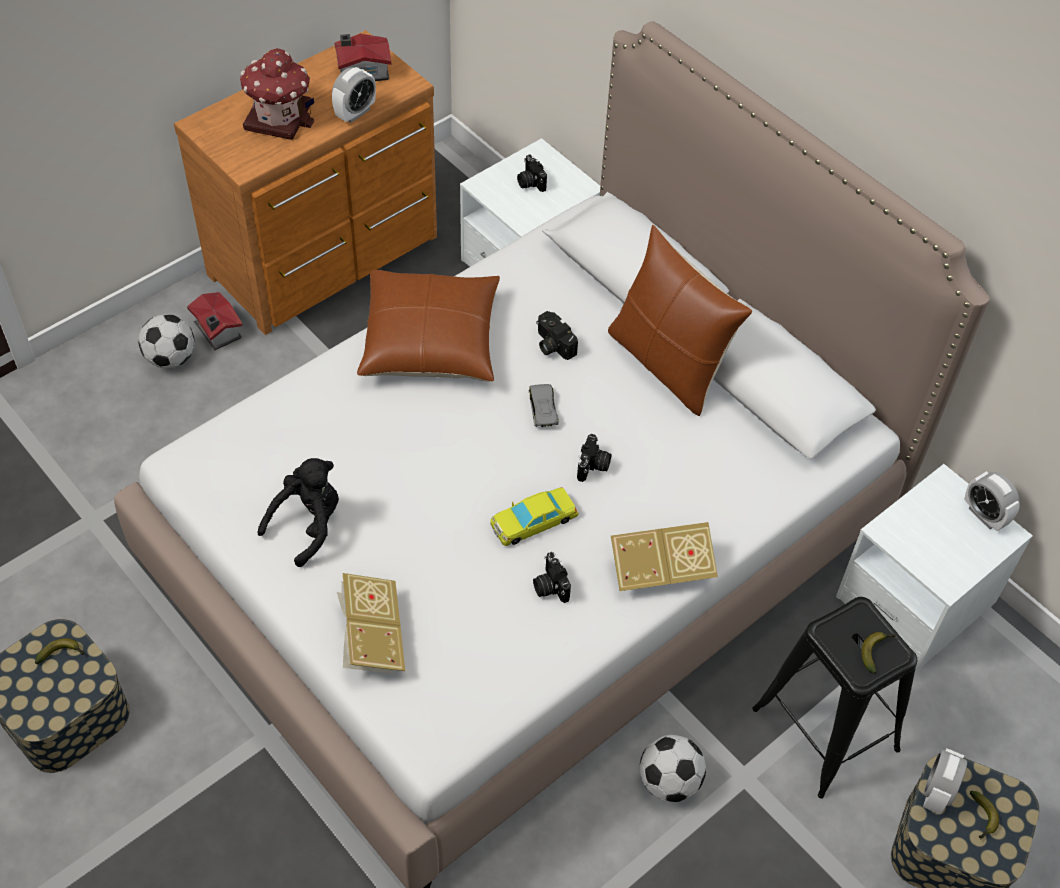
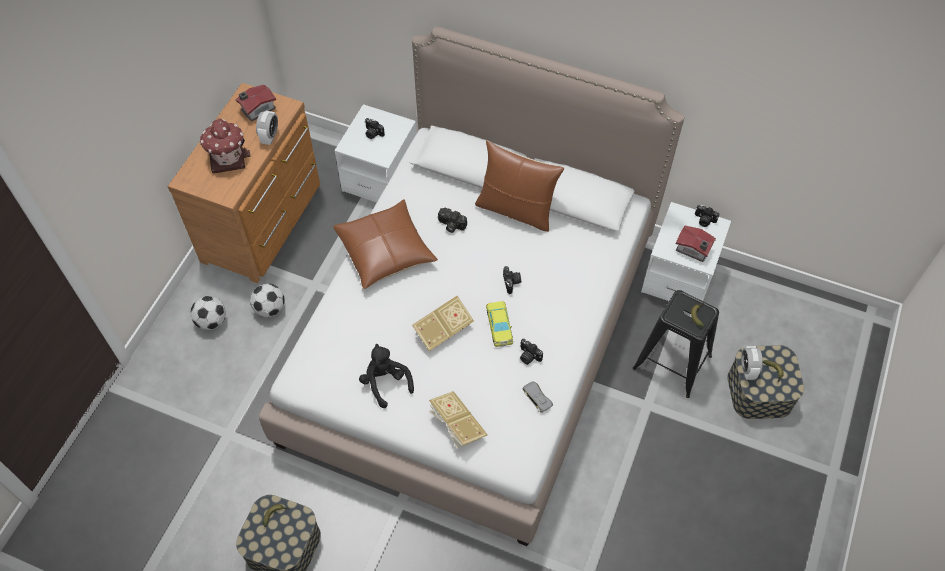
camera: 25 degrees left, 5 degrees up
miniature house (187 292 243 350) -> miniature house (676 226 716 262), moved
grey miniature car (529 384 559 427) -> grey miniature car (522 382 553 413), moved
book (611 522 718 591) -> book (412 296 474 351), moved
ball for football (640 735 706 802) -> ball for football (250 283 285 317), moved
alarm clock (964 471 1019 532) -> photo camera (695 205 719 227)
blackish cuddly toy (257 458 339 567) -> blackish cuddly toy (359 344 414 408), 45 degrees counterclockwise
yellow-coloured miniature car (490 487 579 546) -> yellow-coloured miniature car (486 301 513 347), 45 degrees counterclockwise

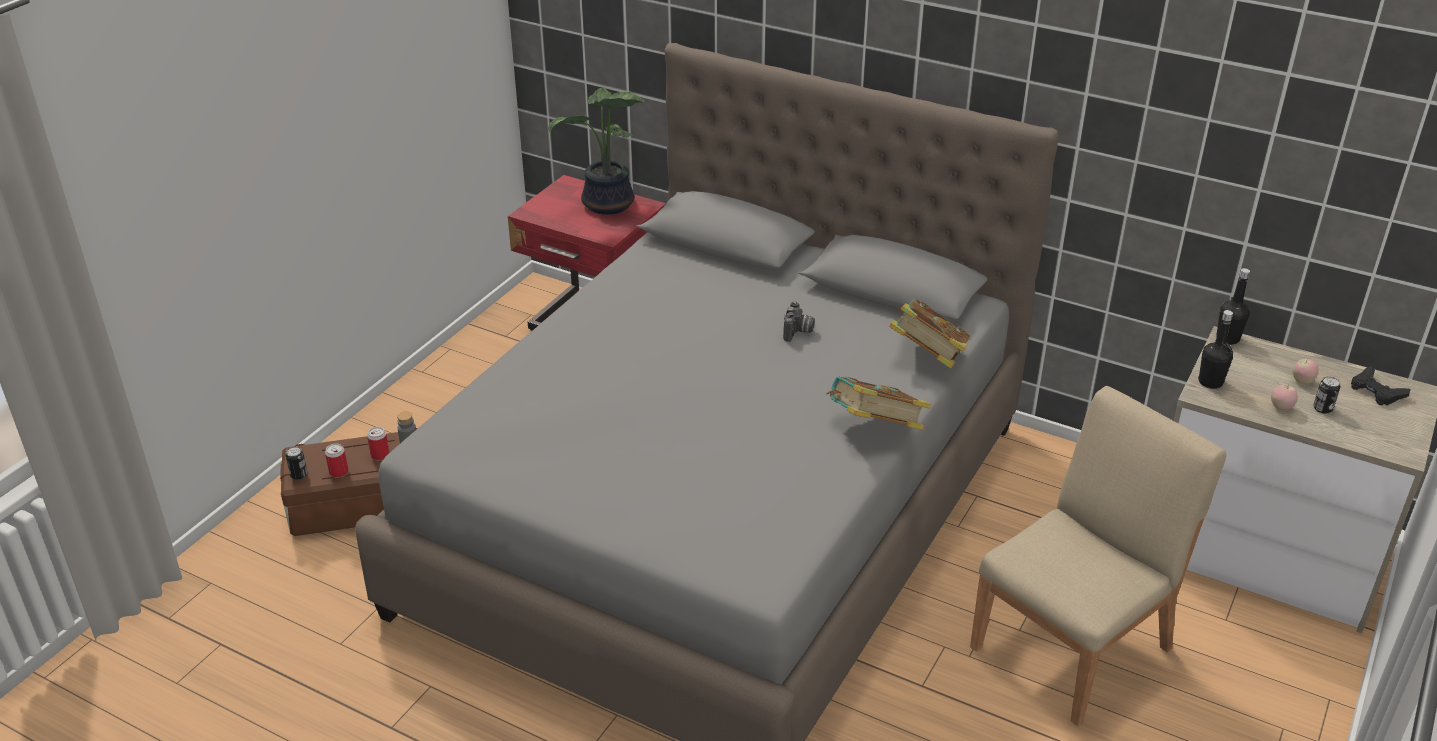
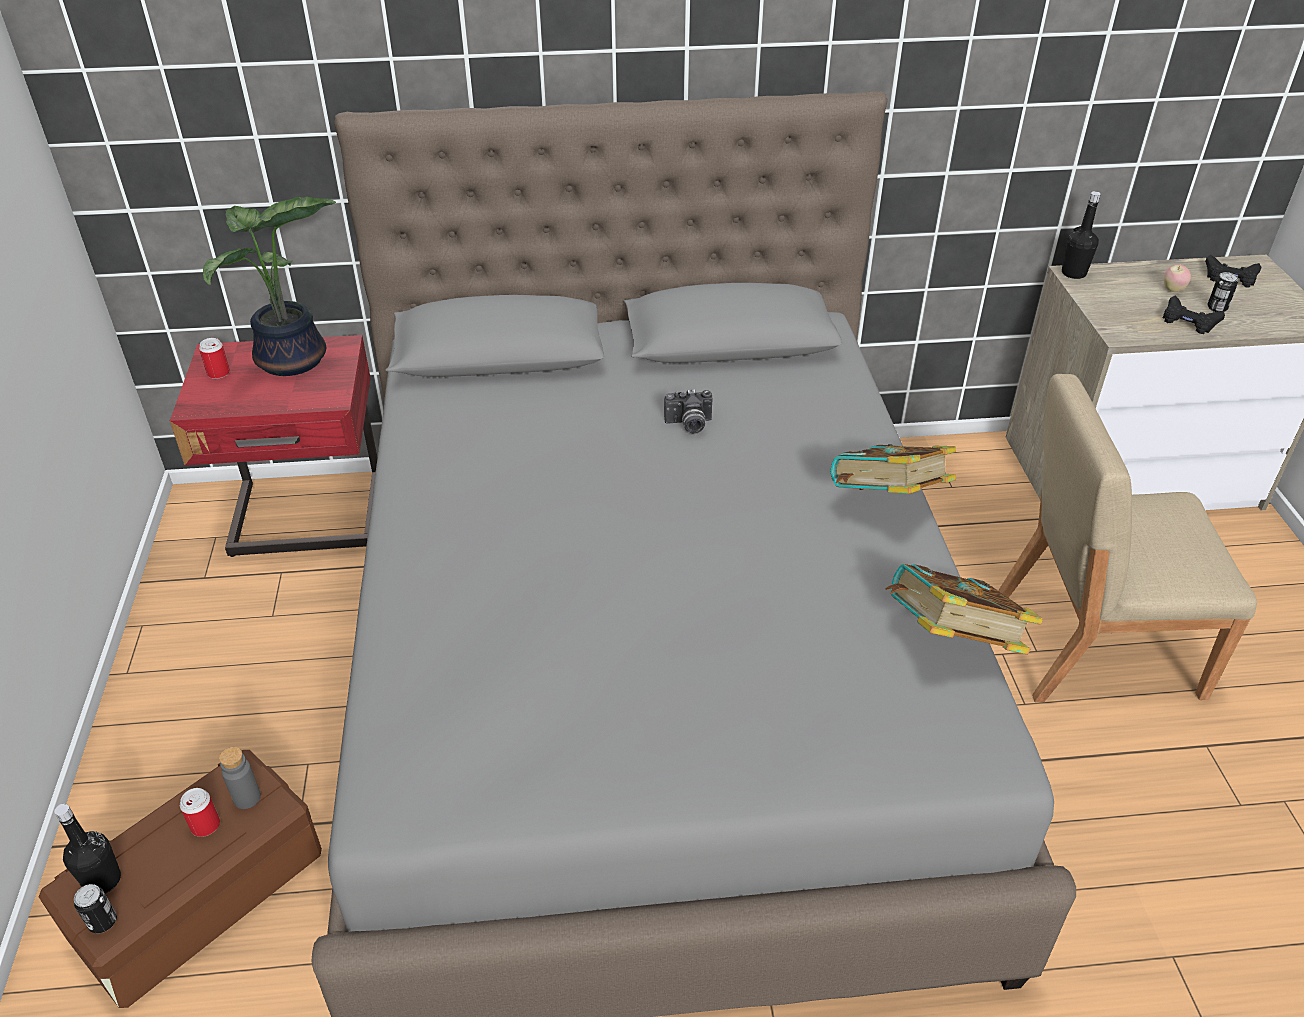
camera: 35 degrees left, 5 degrees up
can (325 444 348 478) -> can (199 338 230 379), moved
book (889 298 970 369) -> book (885 564 1043 655), moved
blackish drink bottle (1198 310 1233 389) -> blackish drink bottle (54 804 121 894), moved
whole apple (1271 385 1298 410) -> blackish joypad (1163 296 1225 334)
photo camera (783 301 815 342) -> photo camera (664 389 713 434), 105 degrees clockwise
beige-coloured plain chair (970 386 1226 726) -> beige-coloured plain chair (998 374 1257 702), 105 degrees counterclockwise

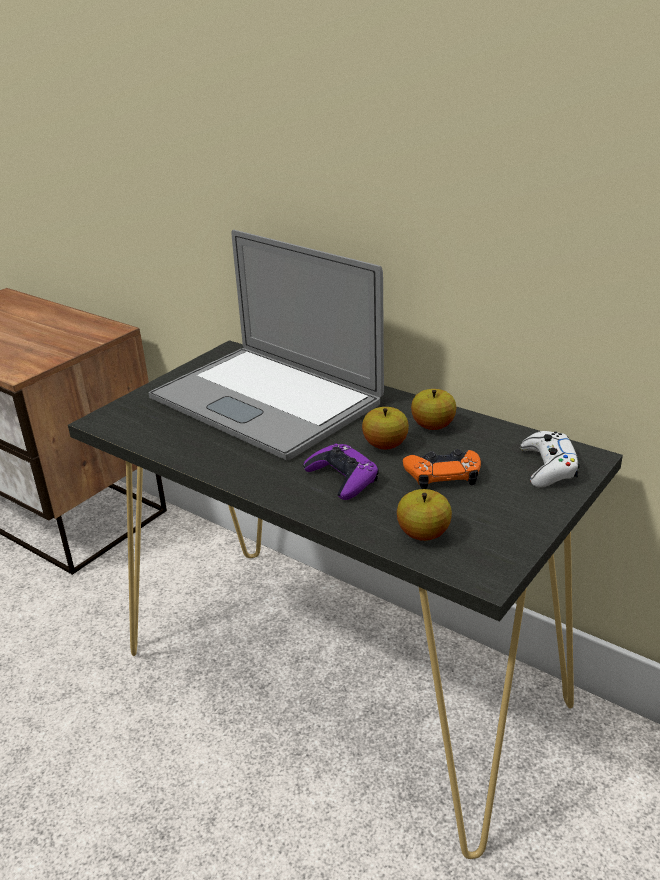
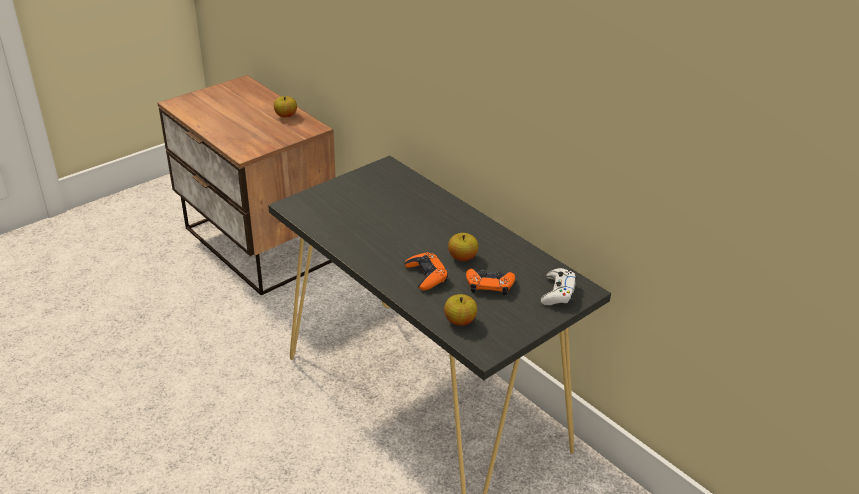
camera: 10 degrees right, 5 degrees up
laptop (149 230 384 461) -> none
whole apple (411 389 456 430) -> whole apple (274 96 297 118), moved
purple-coloured joypad (303 443 379 500) -> orangey joypad (404 252 448 291)

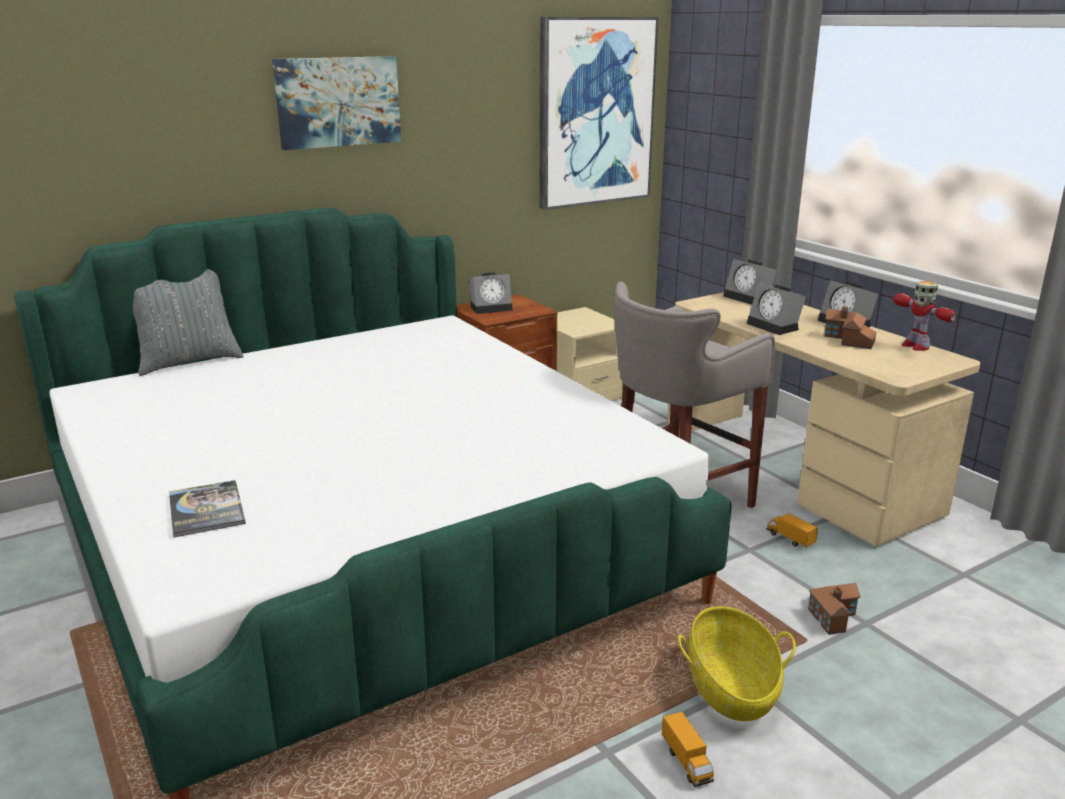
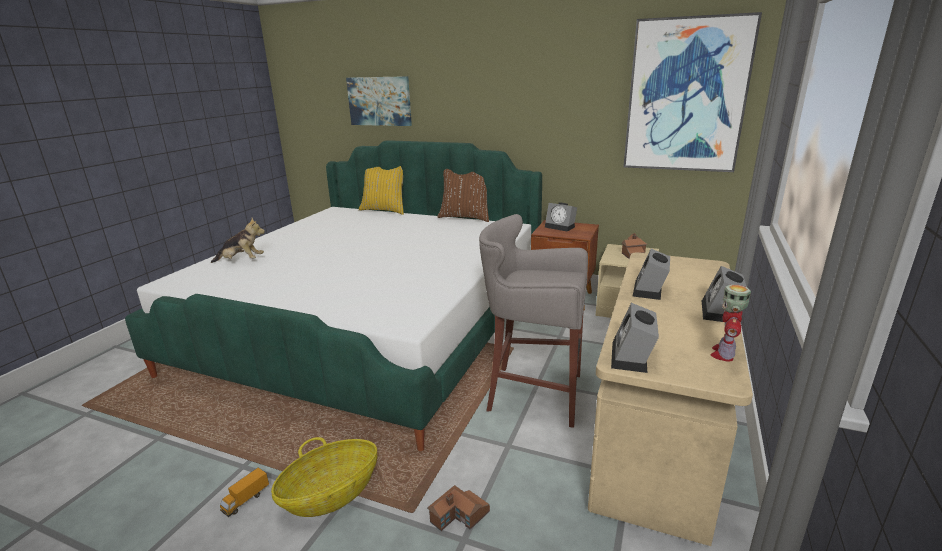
camera: 55 degrees right, 0 degrees up
toy lorry (767 513 818 547) -> none
none -> brown cushion (437 169 489 222)
wall picture (272 56 401 150) -> wall picture (346 76 412 126), moved
alarm clock (723 259 777 305) -> alarm clock (611 303 659 373), moved
miniature house (824 306 876 349) -> miniature house (622 233 647 259), moved
book (169 480 246 538) -> cuddly toy (211 218 265 263)
grey cushion (133 269 244 376) -> yellow-coloured cushion (359 166 404 215)

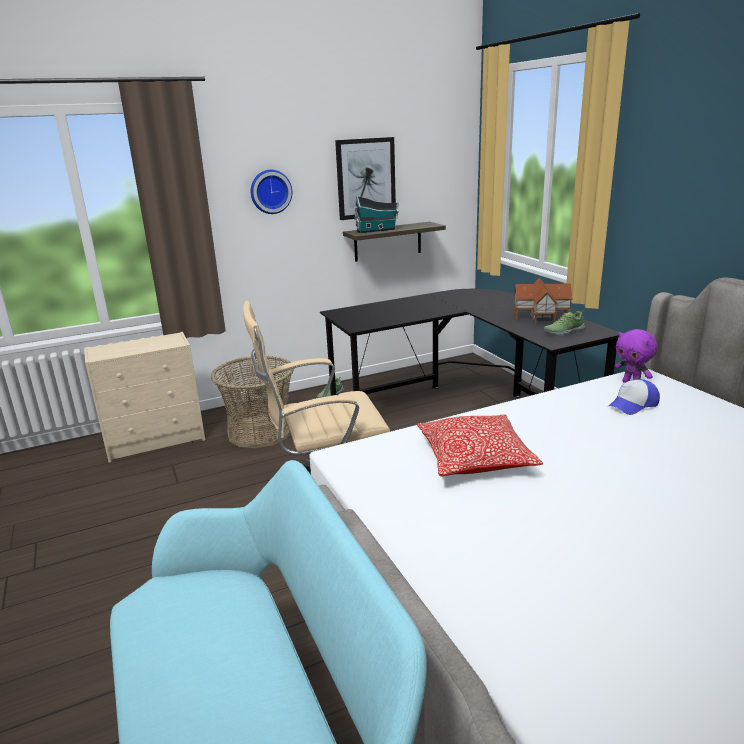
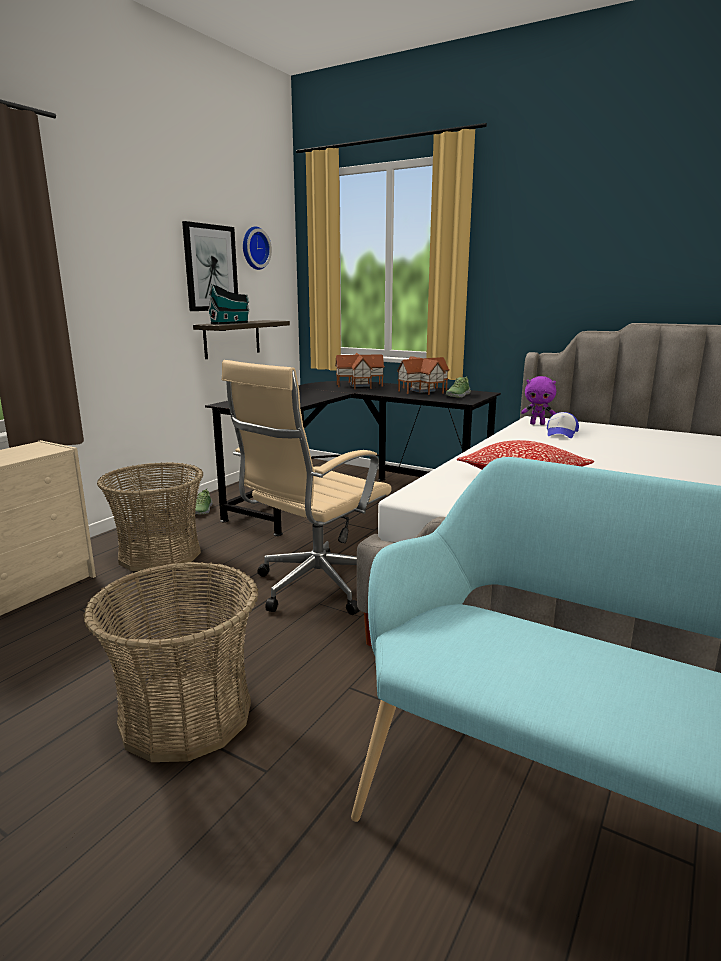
camera: 35 degrees left, 5 degrees down
none -> storage basket (84 561 258 762)
none -> miniature house (335 353 385 389)
wall clock (251 170 292 214) -> wall clock (243 226 272 270), moved

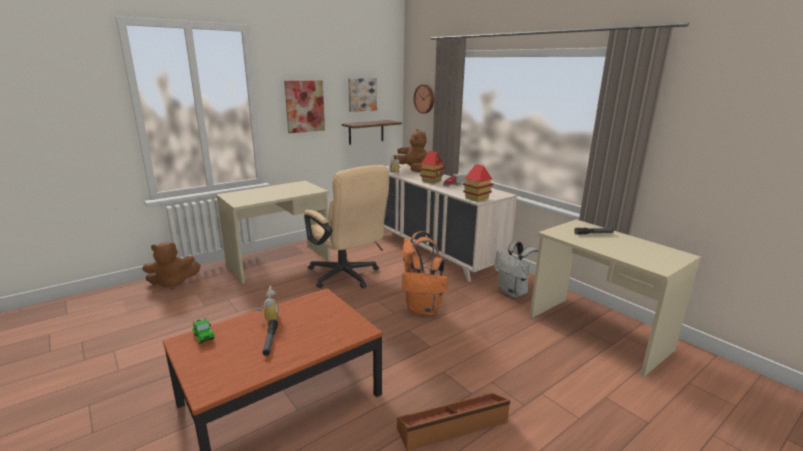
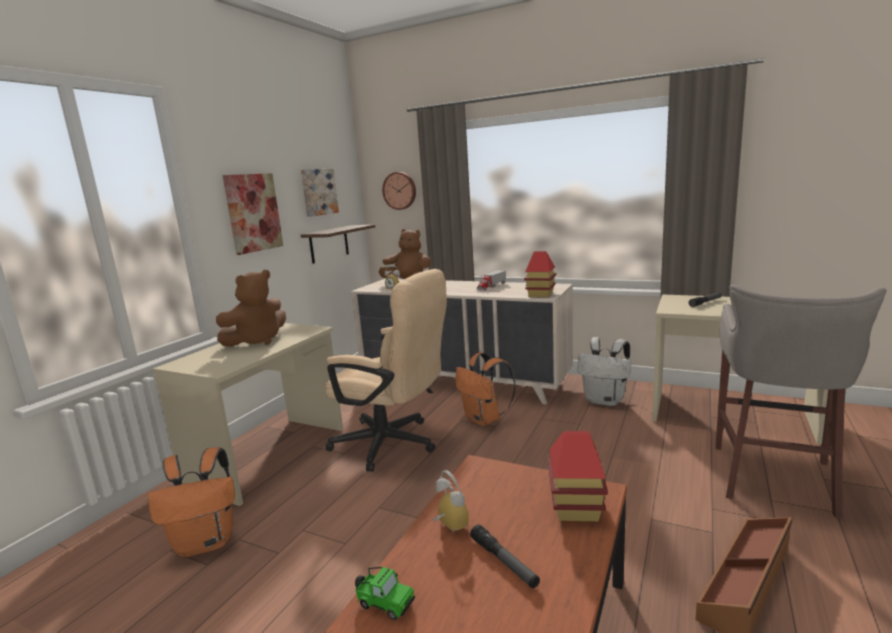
camera: 25 degrees left, 5 degrees down
none -> grey stool (715 285 887 518)
brown cuddly toy (143 242 201 290) -> brown cuddly toy (216 270 286 347), moved
orangey rucksack (402 256 448 315) -> orangey rucksack (147 447 235 557), moved
miniature house (419 151 445 183) -> miniature house (548 431 608 522), moved

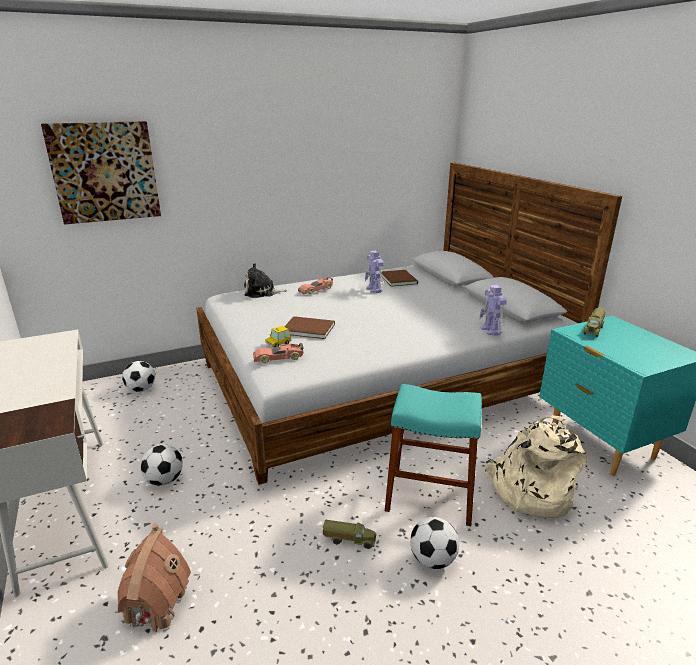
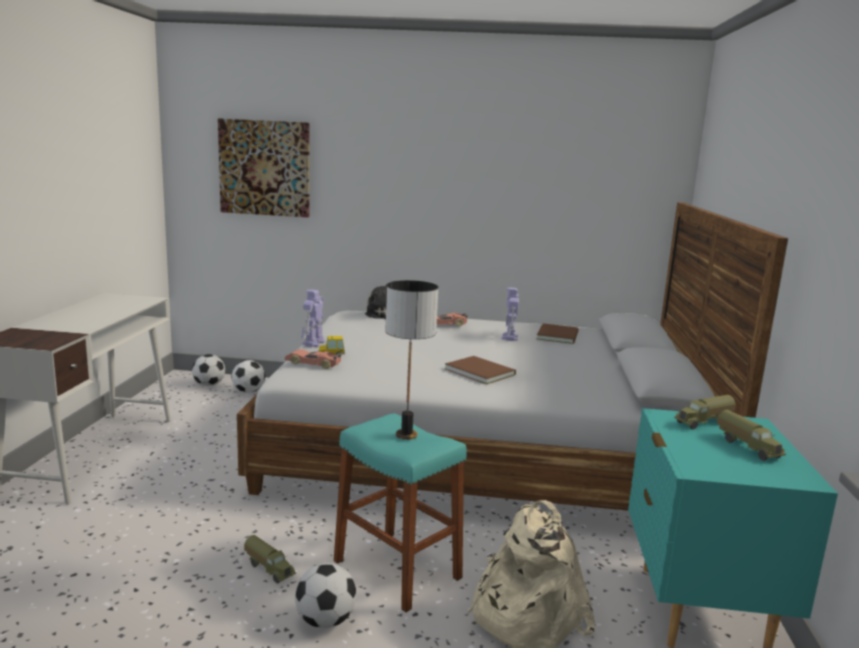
camera: 30 degrees right, 10 degrees down
miniature house (118 523 191 632) -> none
none -> table lamp (385 280 438 440)
none -> toy lorry (717 410 786 461)
ball for football (140 444 183 486) -> ball for football (192 354 225 386), moved
brown book (284 316 335 339) -> brown book (445 356 516 384), moved
model robot (479 285 507 336) -> model robot (301 289 325 347), moved

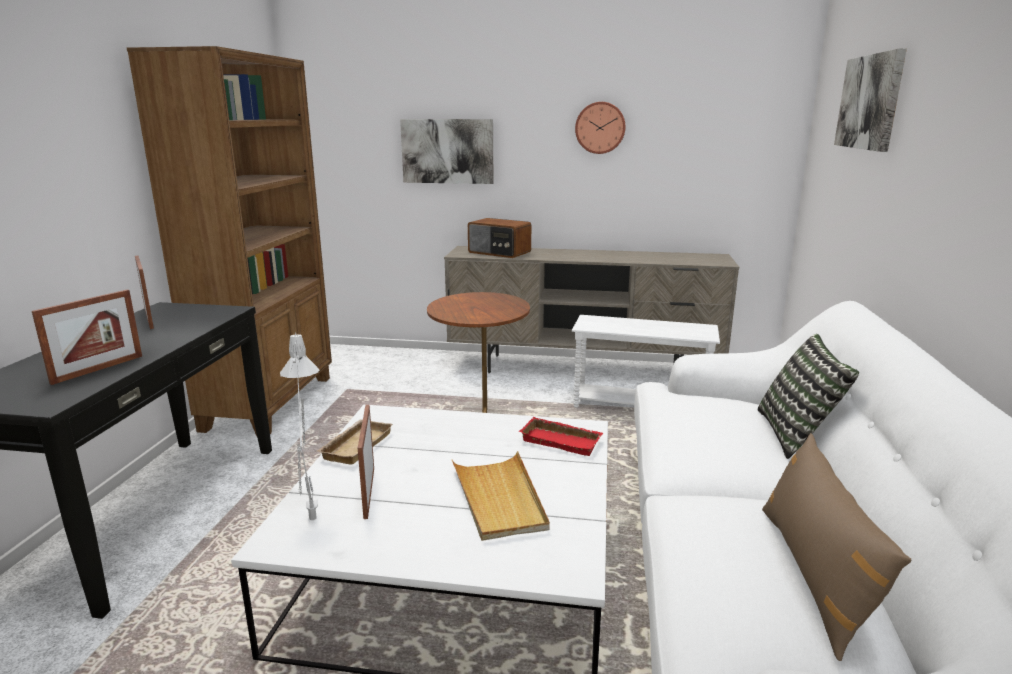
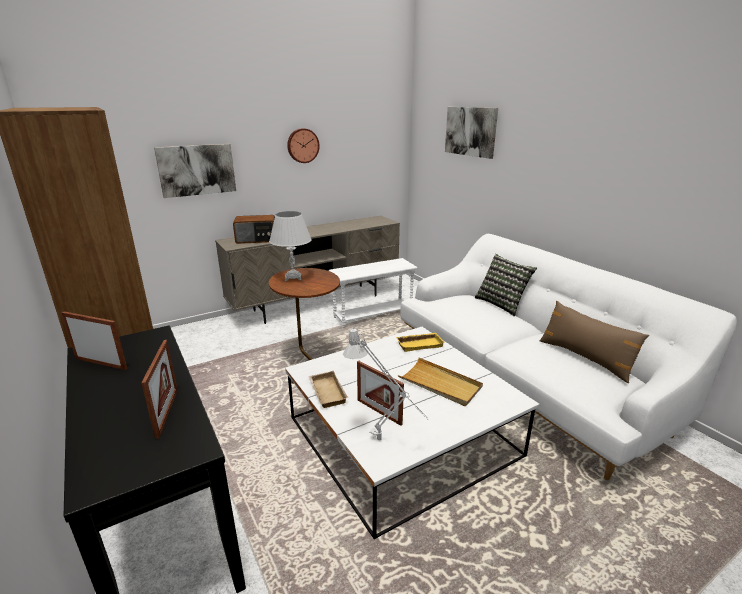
camera: 40 degrees left, 5 degrees up
none -> white table lamp (269 211 312 281)
red carrying tray (519 417 603 456) -> yellow-coloured carrying tray (396 333 445 352)

